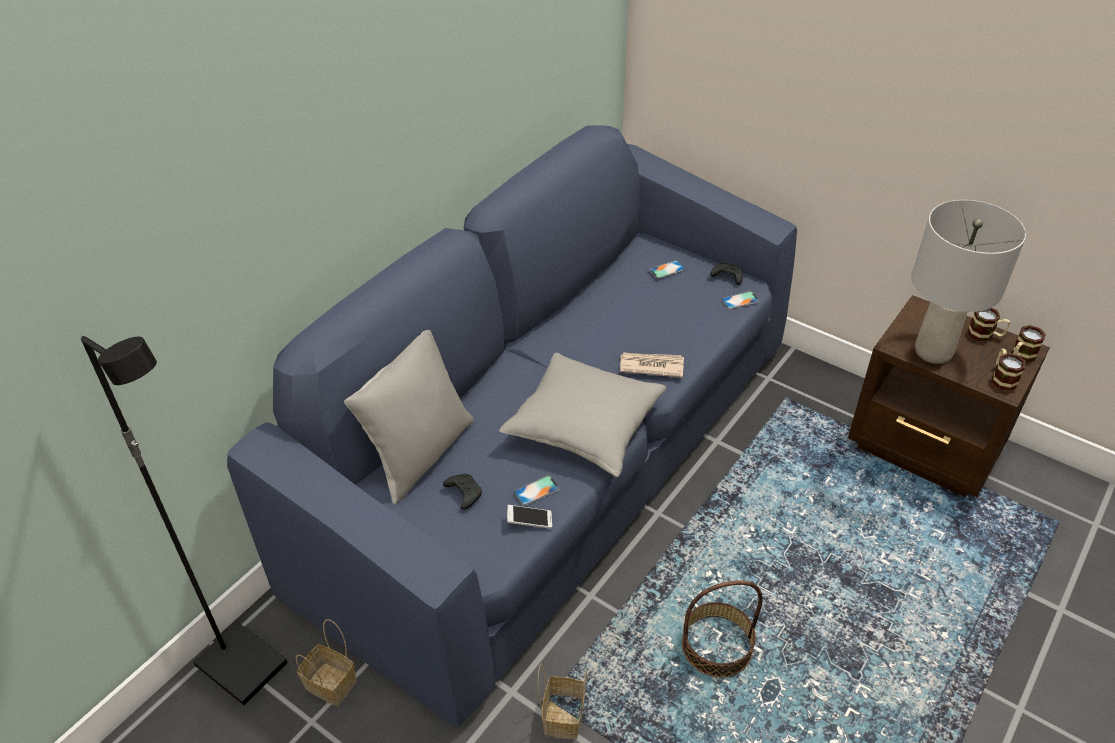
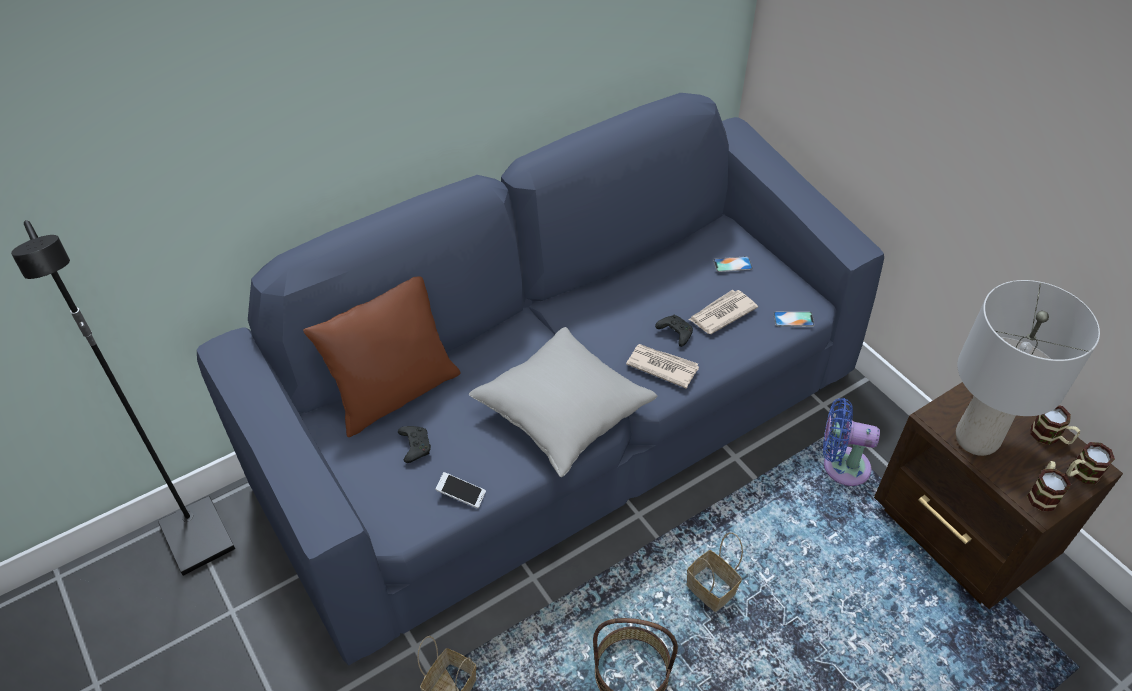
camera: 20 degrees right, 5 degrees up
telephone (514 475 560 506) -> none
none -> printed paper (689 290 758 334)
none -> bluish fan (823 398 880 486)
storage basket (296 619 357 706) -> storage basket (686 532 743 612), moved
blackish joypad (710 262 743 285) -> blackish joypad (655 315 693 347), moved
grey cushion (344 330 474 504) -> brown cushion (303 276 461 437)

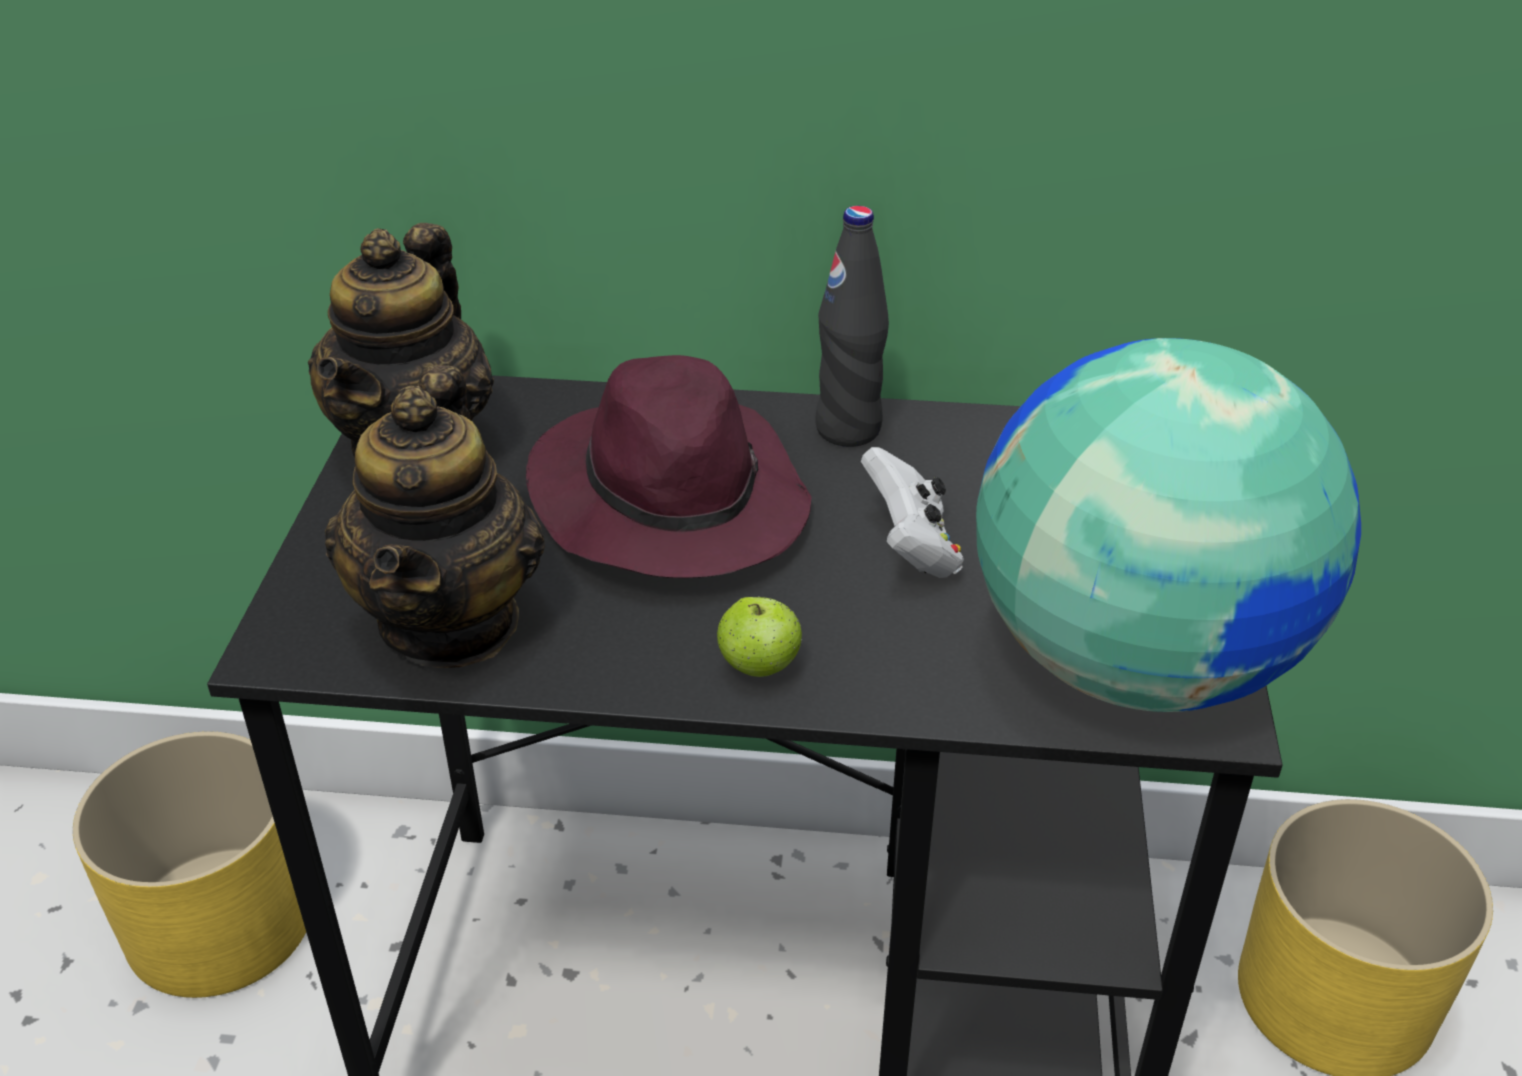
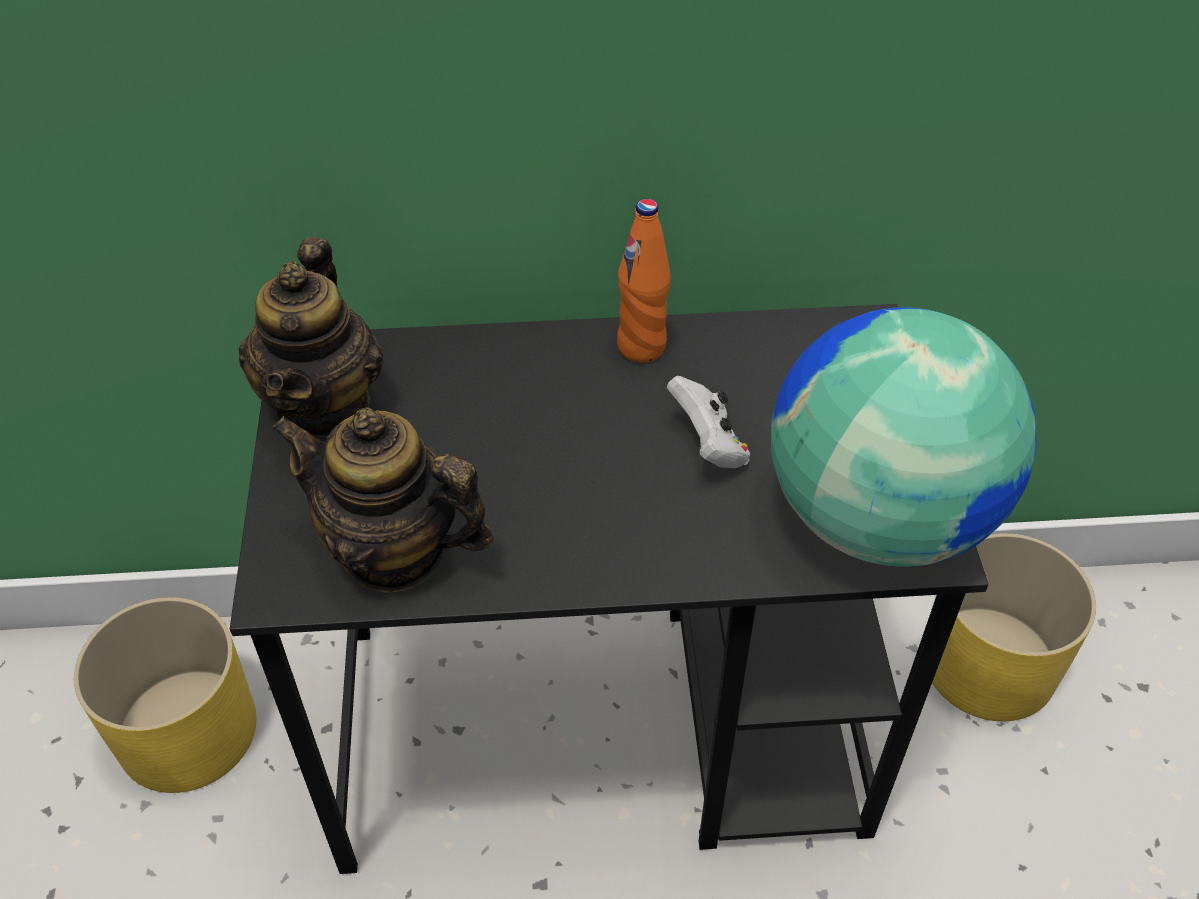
camera: 10 degrees left, 10 degrees up
purple-coloured clothing hat (526 355 811 578) -> none
whole apple (717 596 802 677) -> none
blackish drink bottle (815 206 889 447) -> orangey drink bottle (617 199 671 363)
teapot (325 365 545 668) -> teapot (271 407 494 593), 120 degrees clockwise

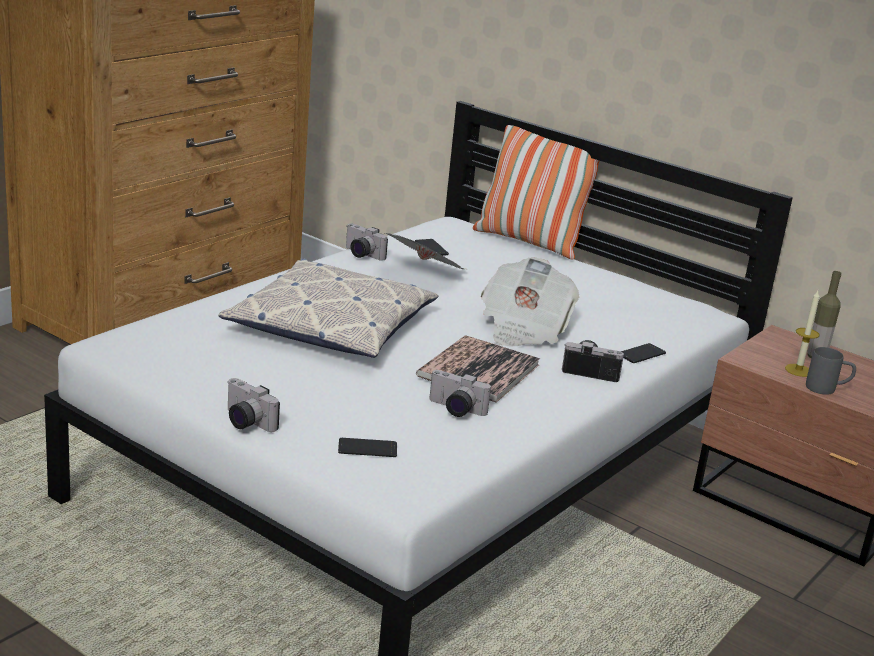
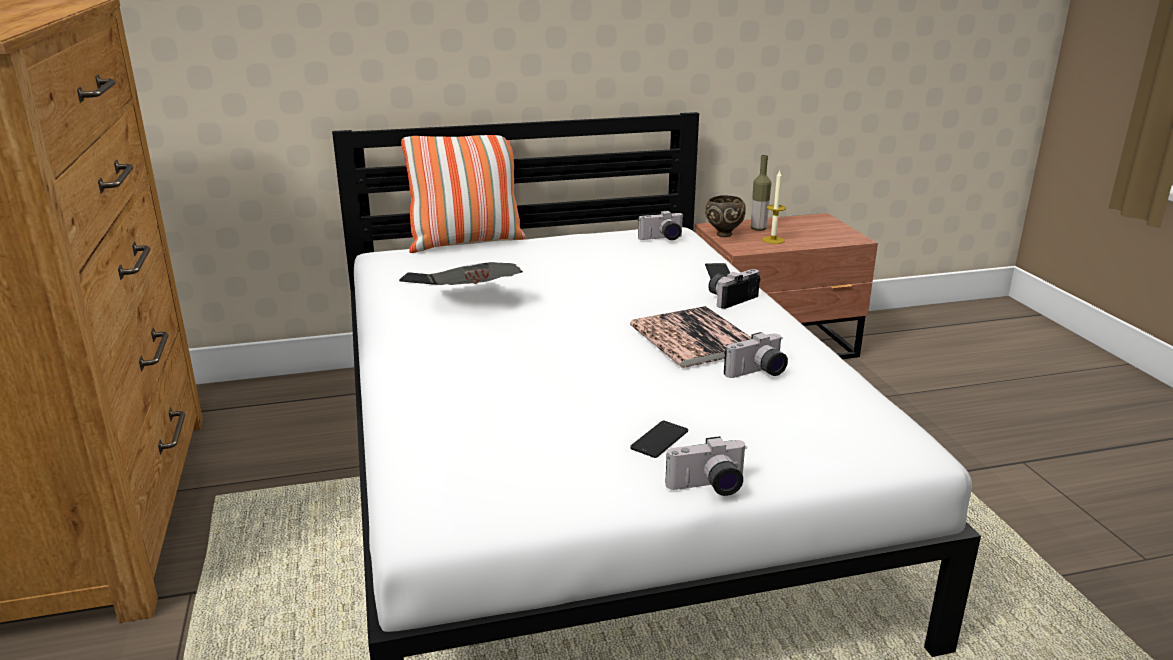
camera: 50 degrees left, 0 degrees up
cushion (218 259 439 358) -> none
printed paper (481 257 579 346) -> none
grey tea mug (806 347 856 395) -> none
none -> brown bowl (705 195 746 237)
telephone (338 438 397 457) -> telephone (630 421 688 458), moved
photo camera (346 223 388 261) -> photo camera (638 211 683 240), moved

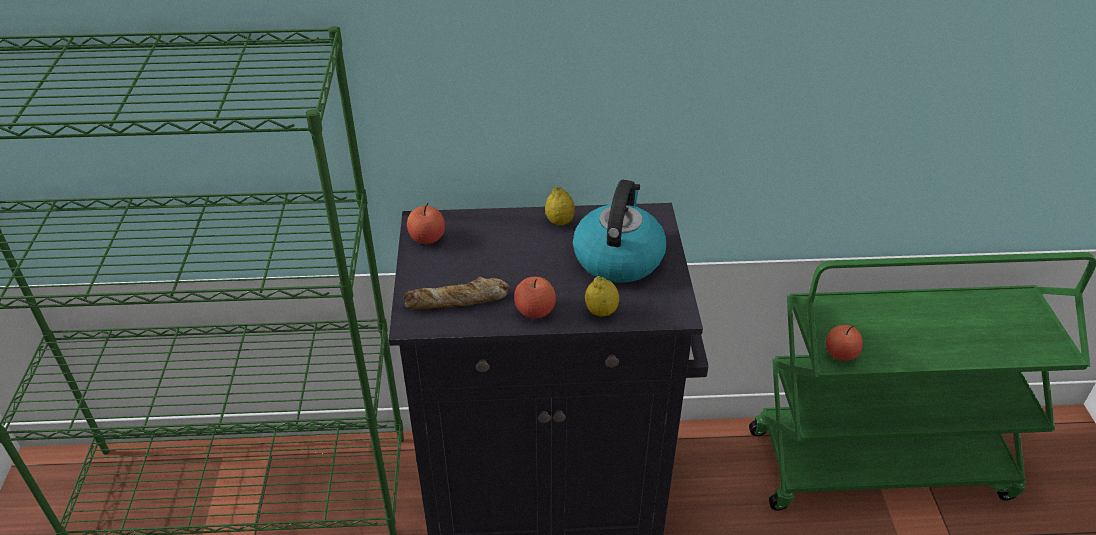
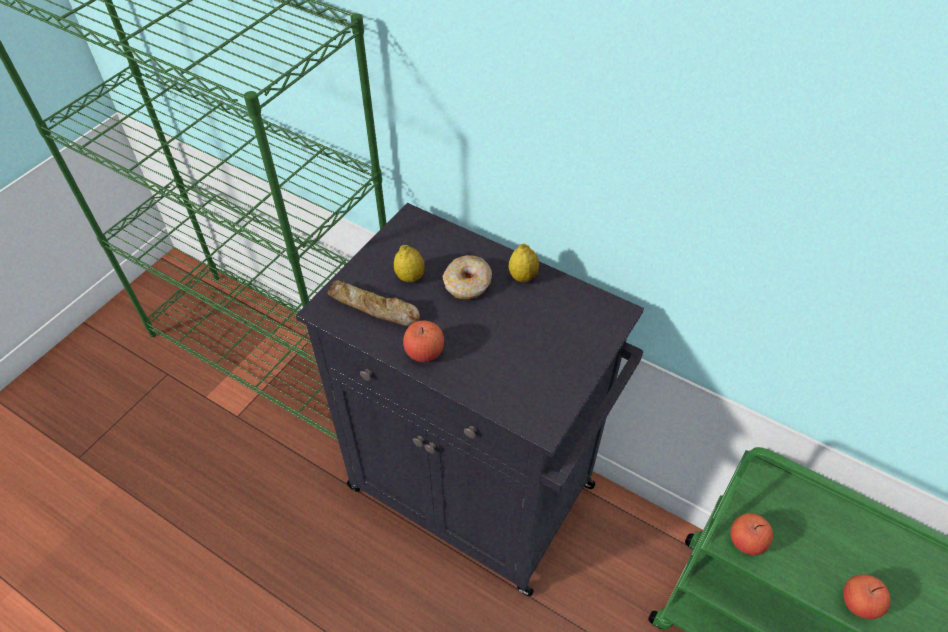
camera: 35 degrees right, 10 degrees up
water kettle (573 180 666 283) -> none
none -> doughnut (442 255 492 299)
whole apple (407 203 445 244) -> whole apple (843 574 890 619), moved
whole lemon (585 276 619 317) -> whole lemon (394 245 425 282), moved

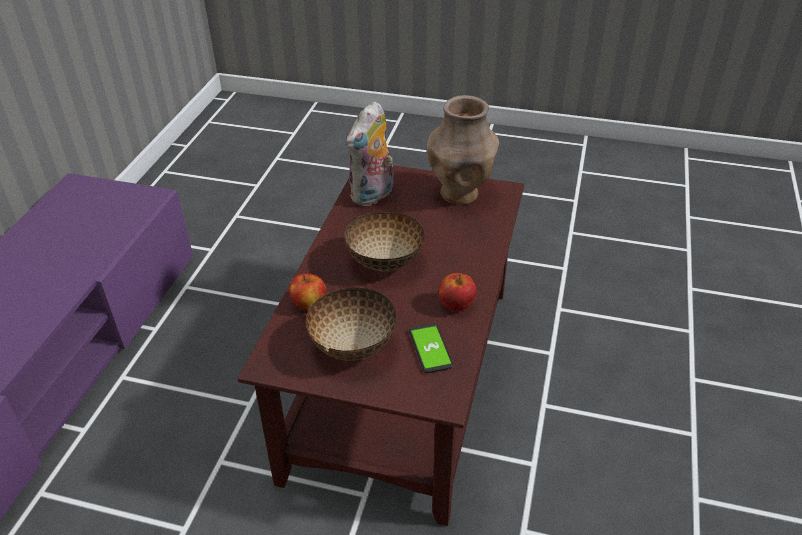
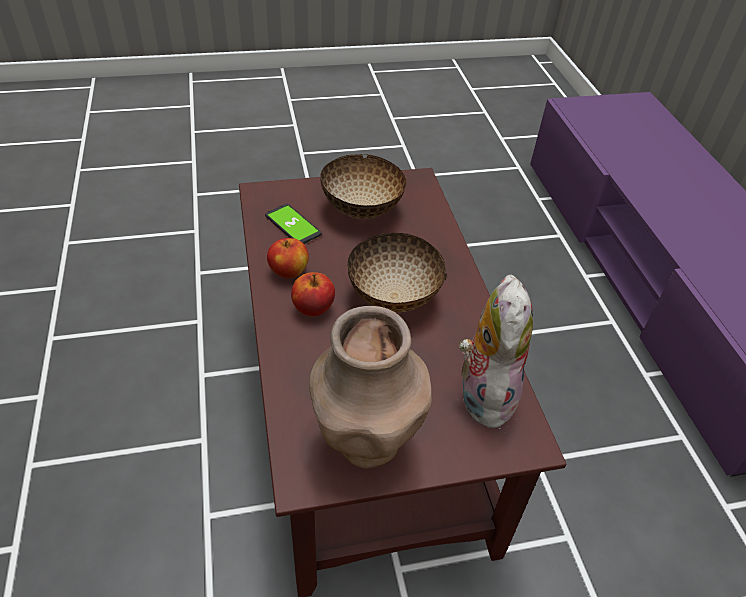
camera: 150 degrees right, 5 degrees up
whole apple (289 273 326 310) -> whole apple (291 272 335 316), moved

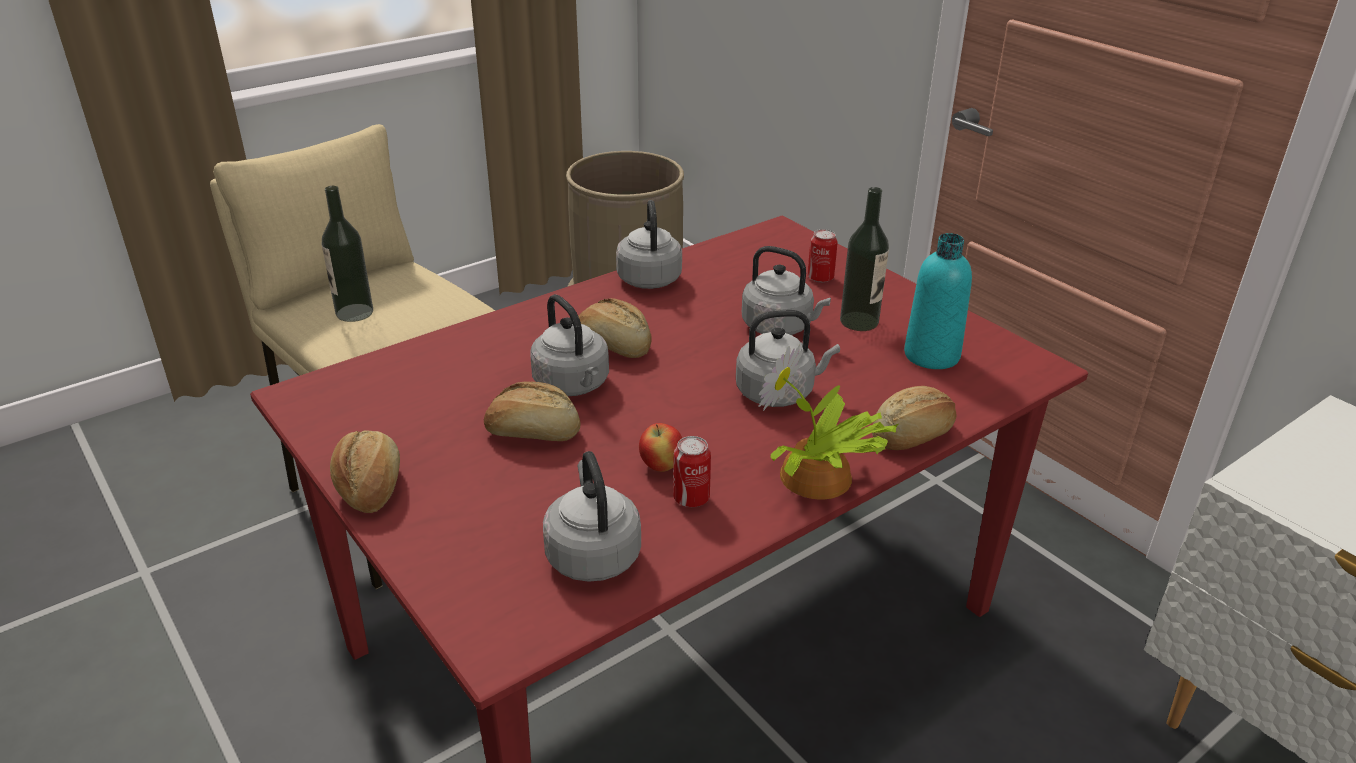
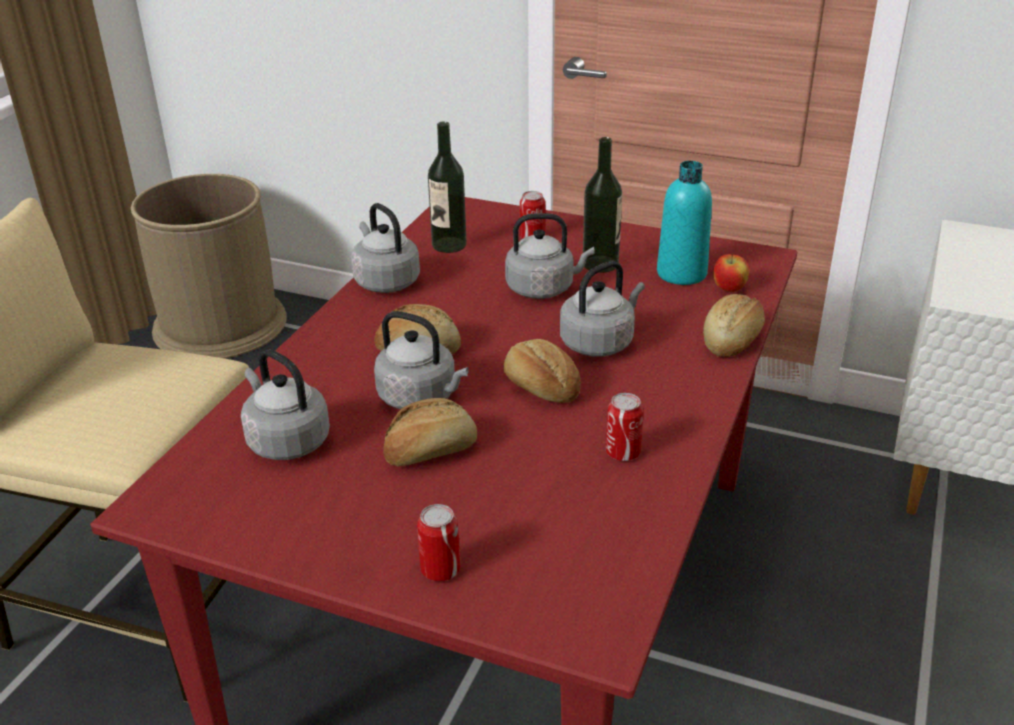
camera: 30 degrees left, 0 degrees up
potted plant (758 345 898 499) -> none
none -> can (417 504 461 581)
drink bottle (322 186 373 322) -> drink bottle (428 121 467 253), moved
bakery bread (330 430 400 513) -> bakery bread (503 339 581 403), moved
grey water kettle (543 451 641 582) -> grey water kettle (241 349 330 460), moved
whole apple (639 423 682 472) -> whole apple (713 253 749 292), moved

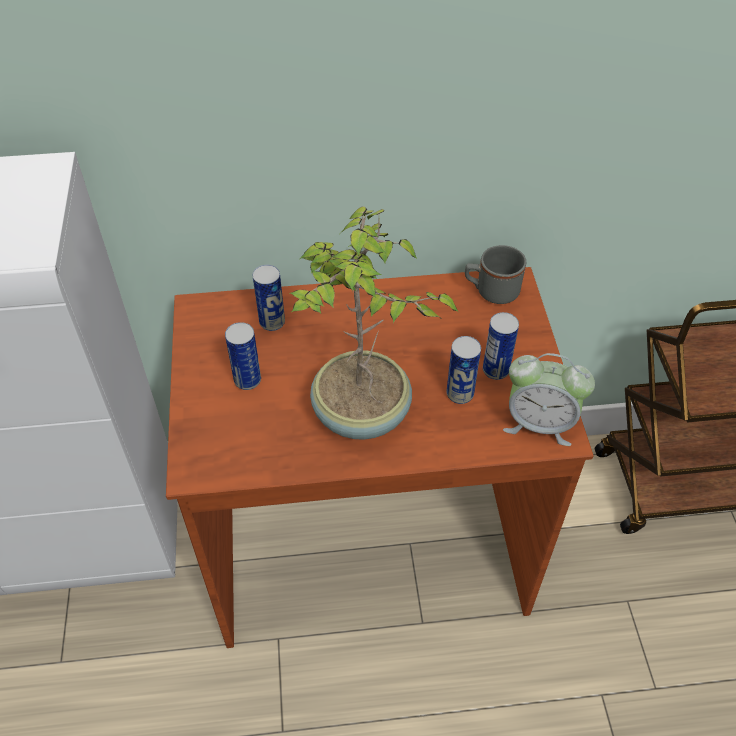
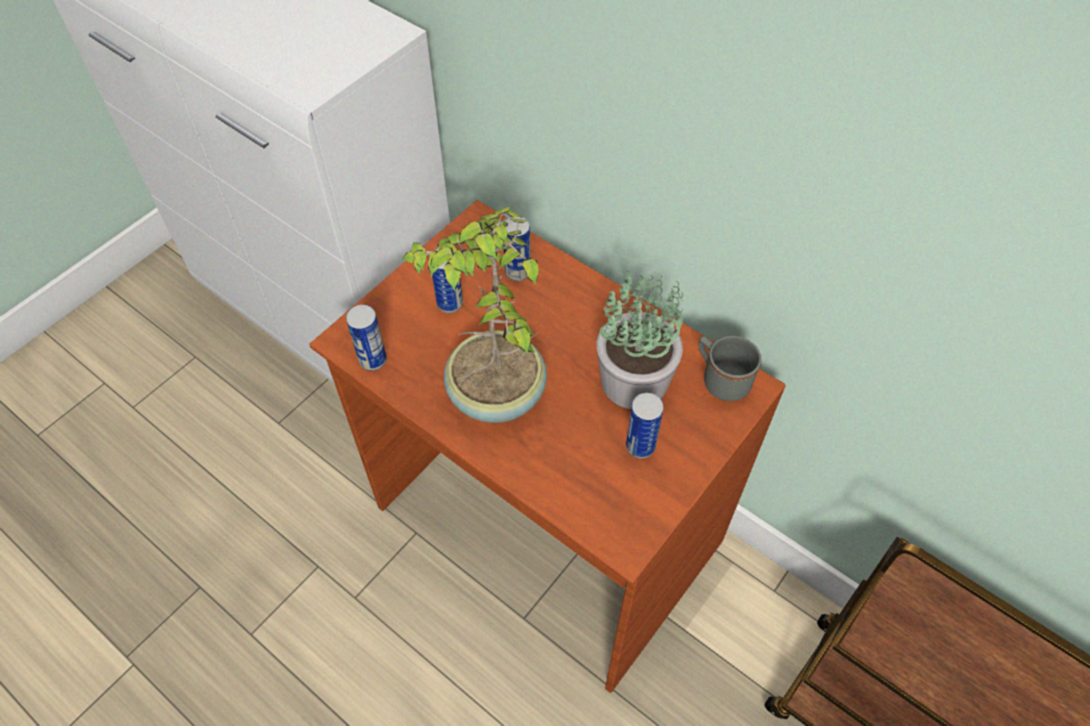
camera: 45 degrees right, 5 degrees up
alarm clock (503 353 595 446) -> none
none -> potted plant (597 270 684 409)
can (446 336 481 404) -> can (346 305 387 371), moved

